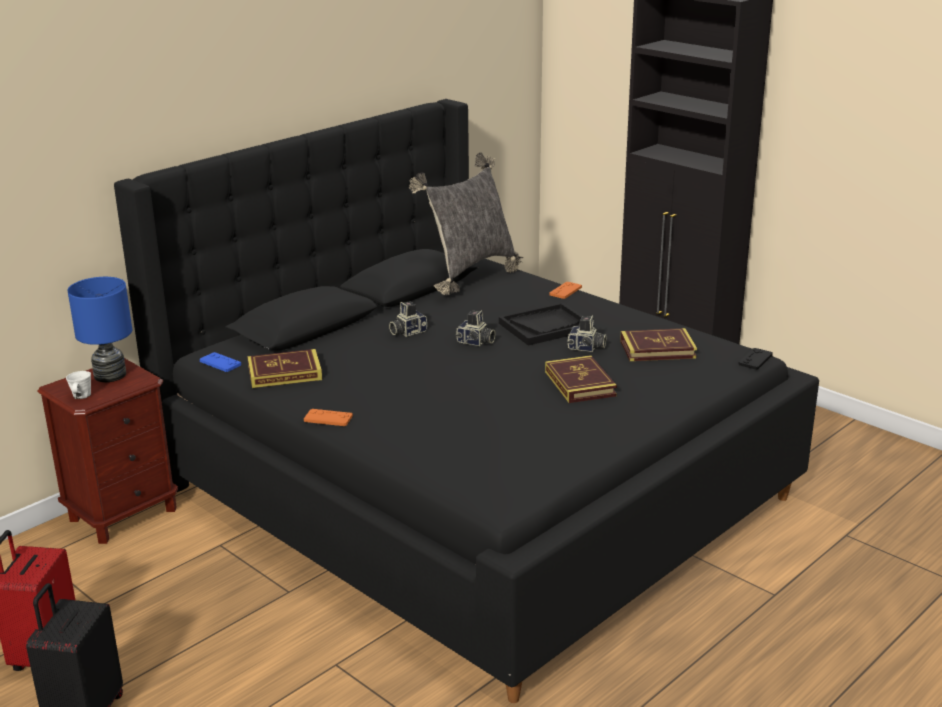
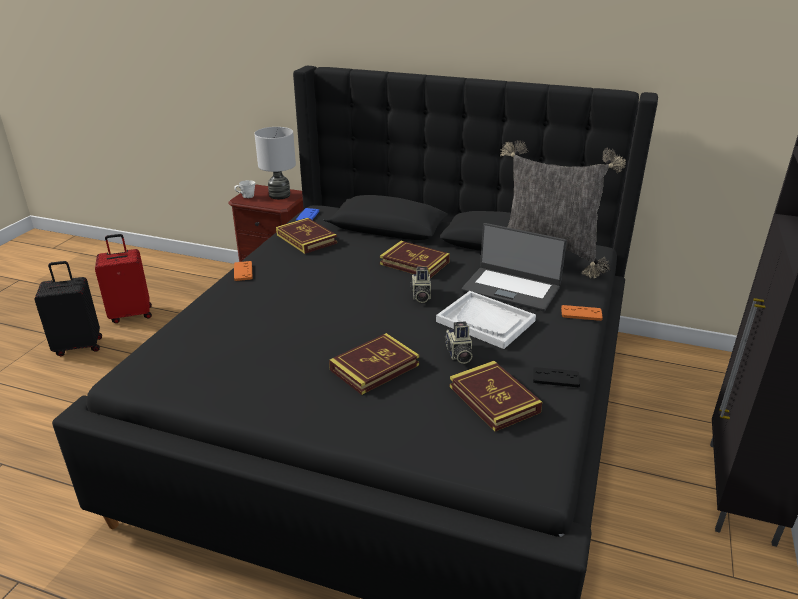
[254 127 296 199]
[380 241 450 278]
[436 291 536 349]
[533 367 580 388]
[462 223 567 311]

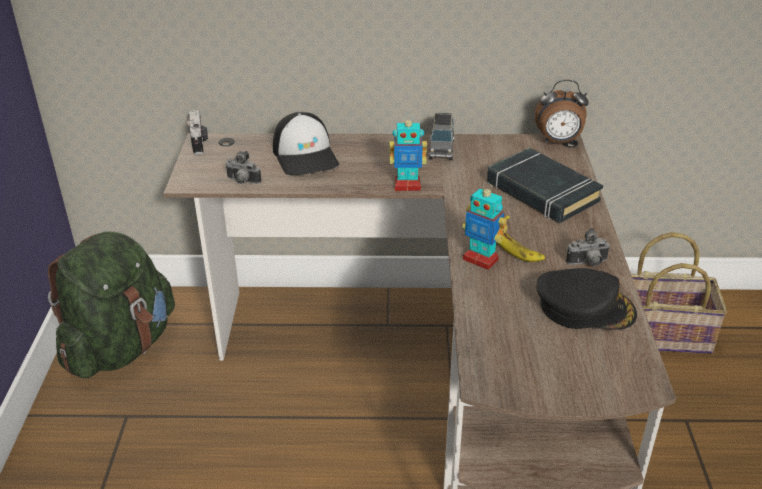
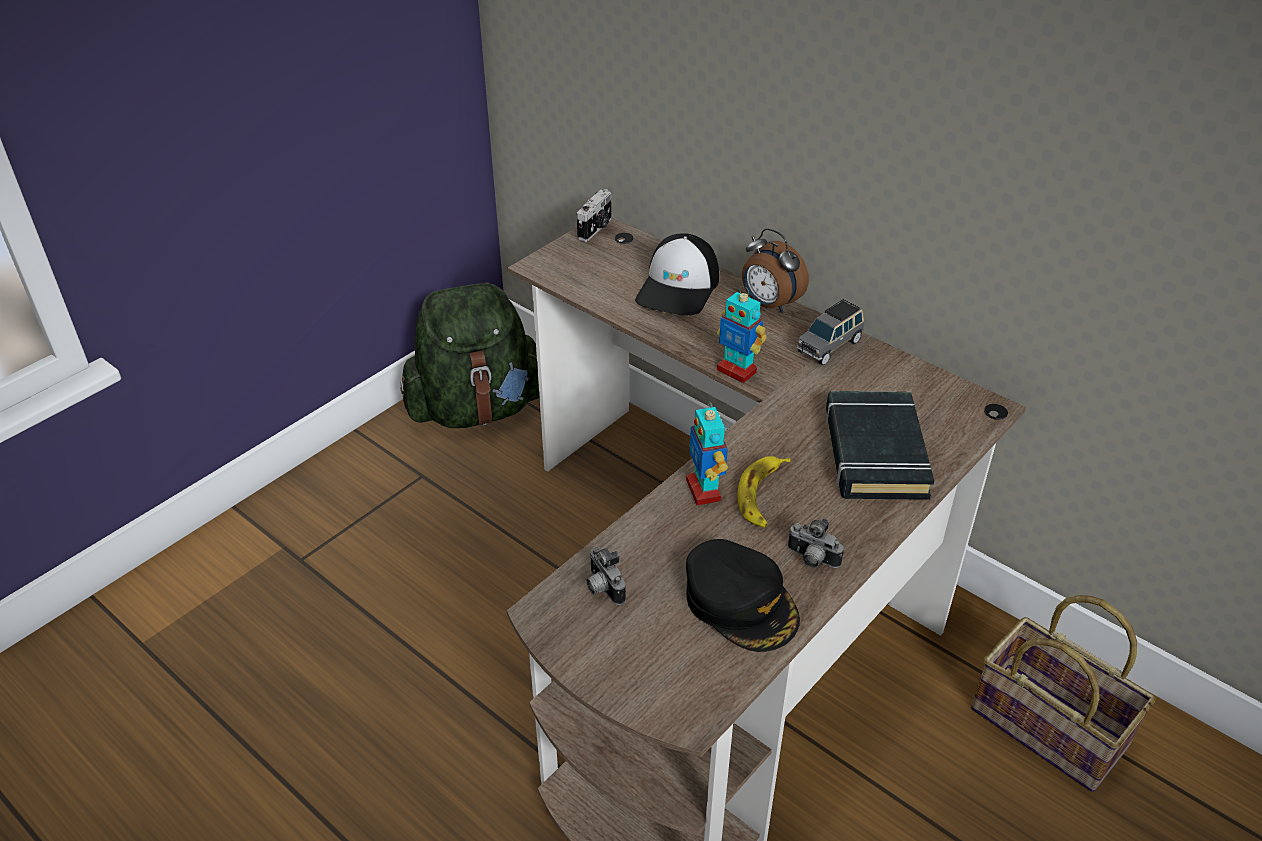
[586 546 626 605]
[742 228 809 313]

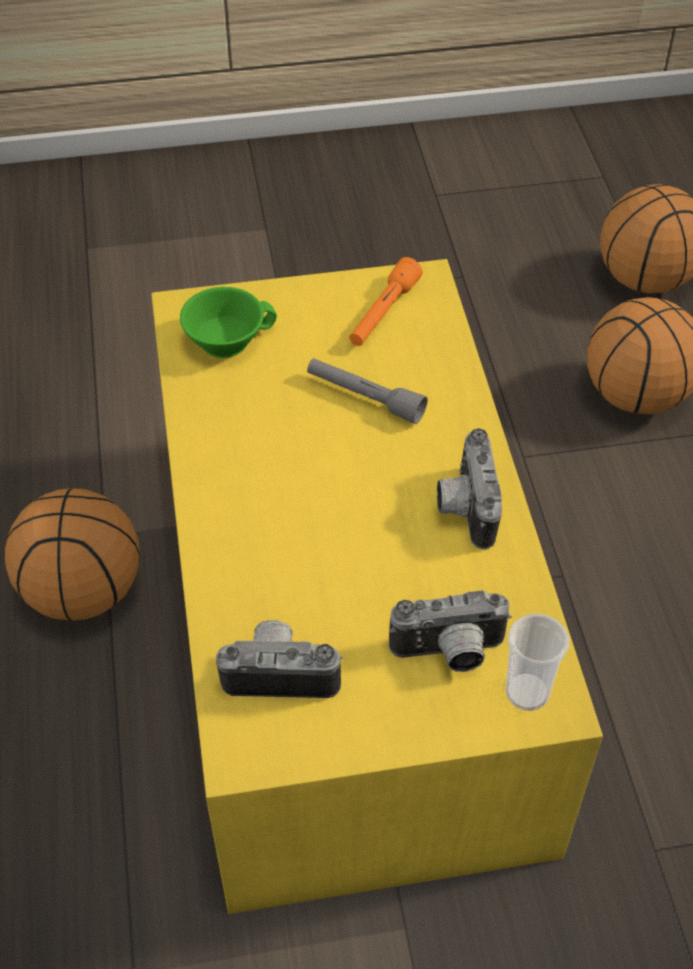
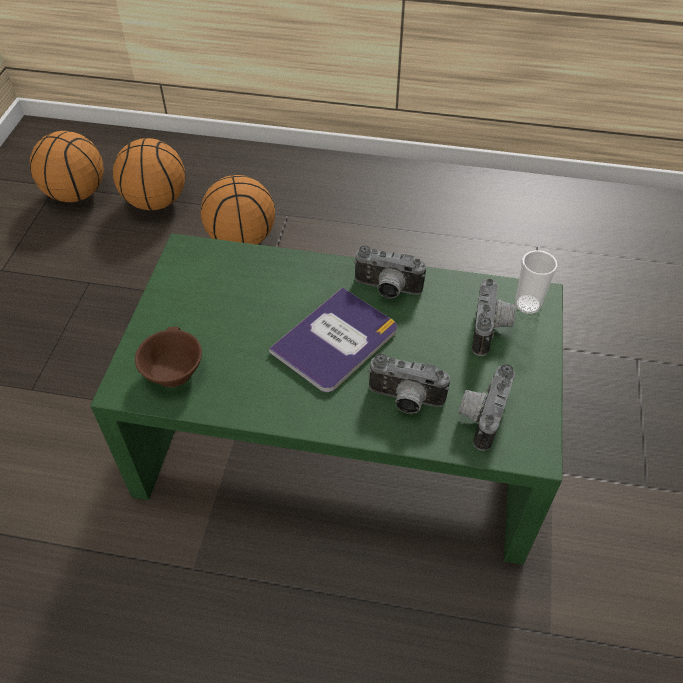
[30 131 104 202]
[90 234 563 565]
[135 327 202 387]
[307 358 428 424] (first image)
[349 257 423 346] (first image)
[269 287 397 392]
[368 353 450 414]

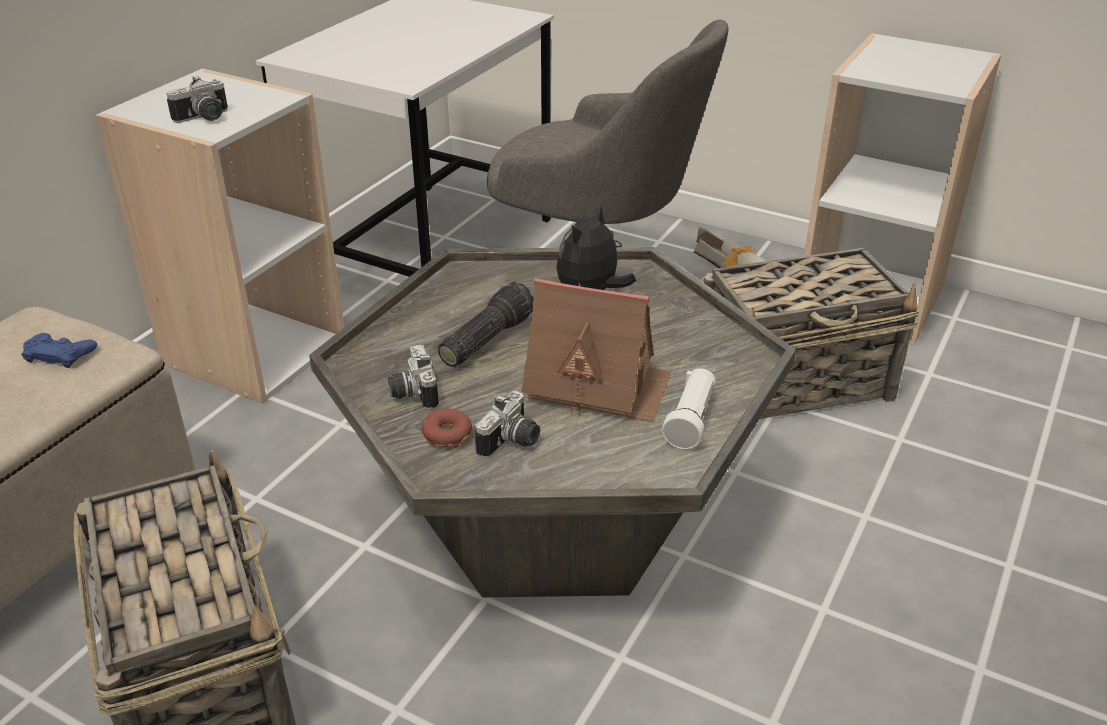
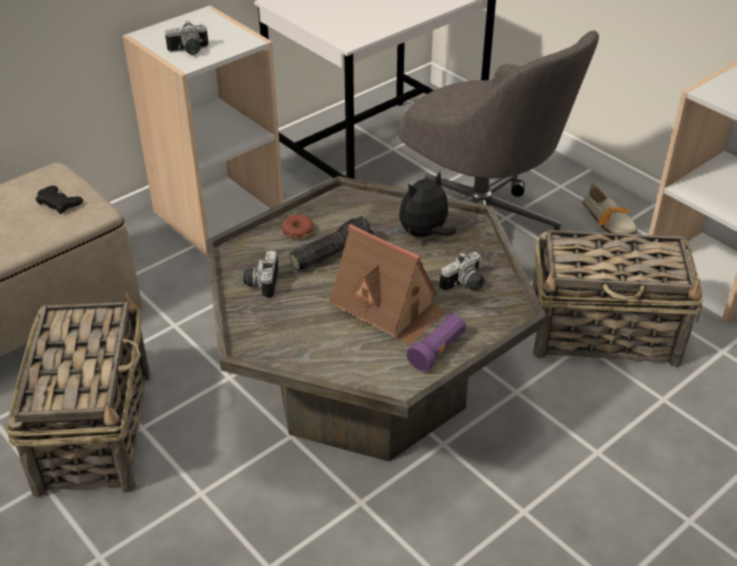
[35 186 83 214]
[282 215 314 240]
[440 252 485 292]
[406 314 466 372]

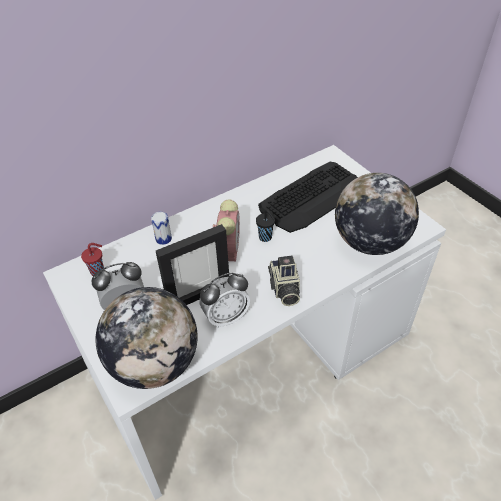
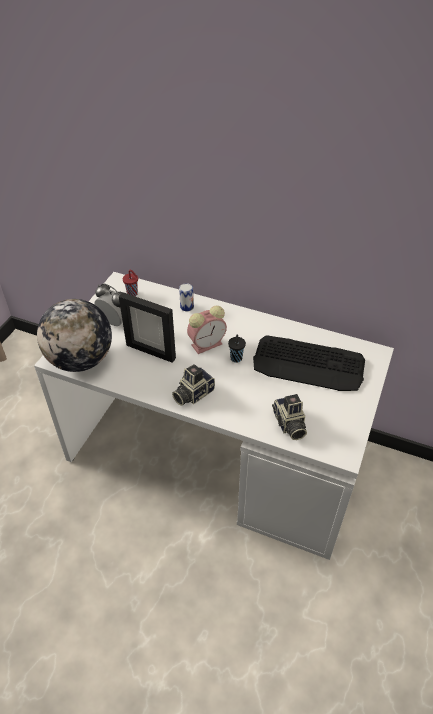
[199 273 250 328] (first image)
[272 394 307 440]

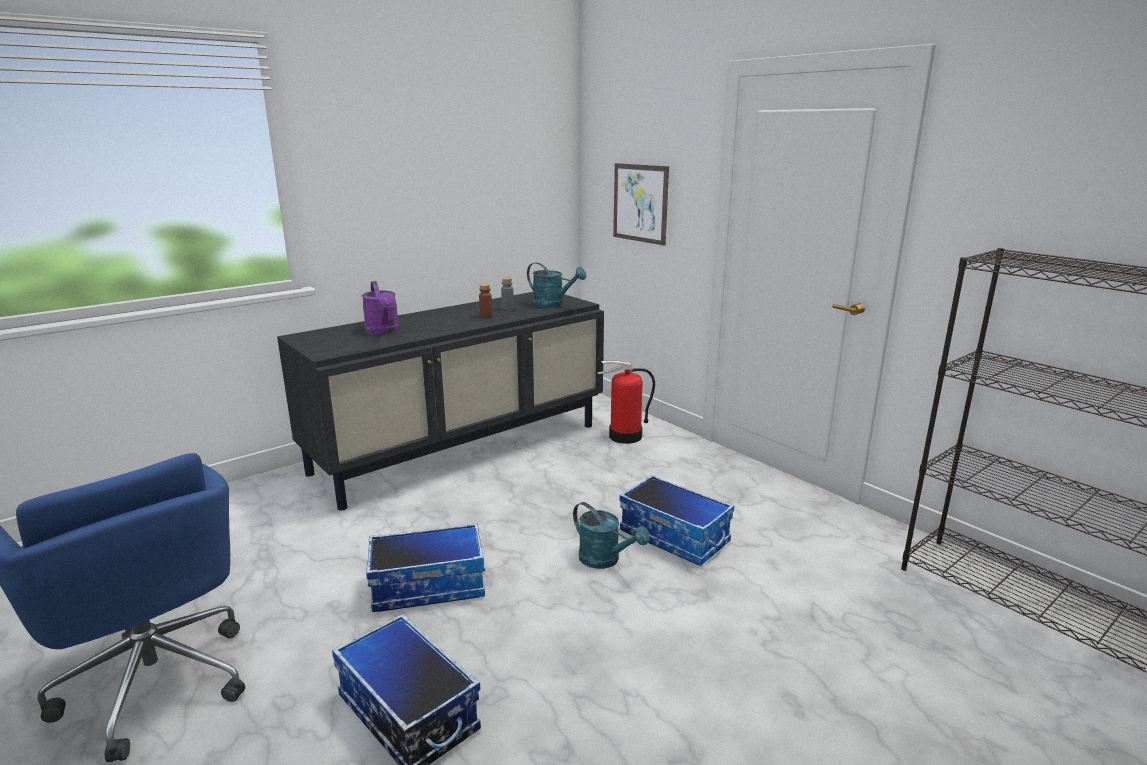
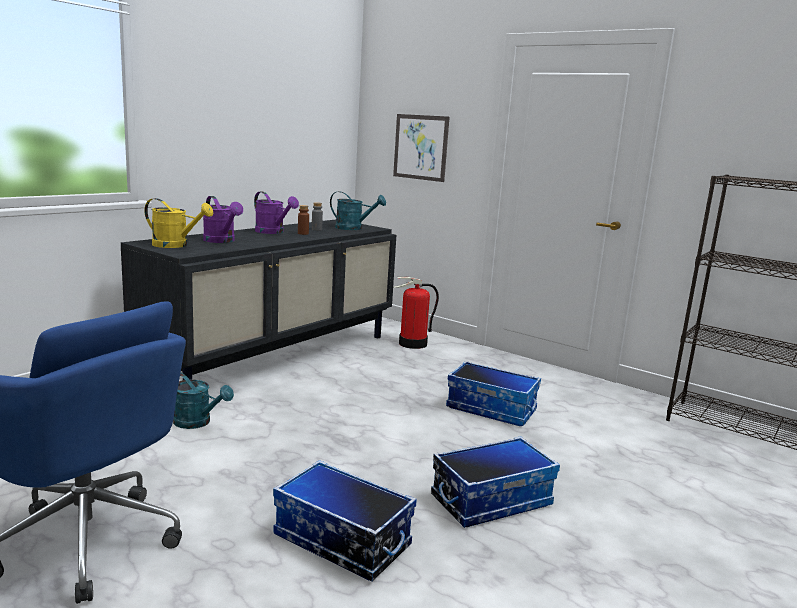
[431 436 560 528]
[173 373 234 429]
[145 198 214 248]
[254 192 299 234]

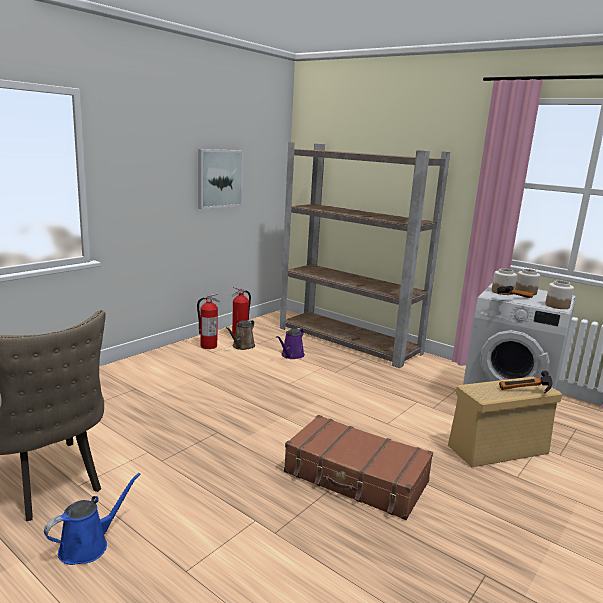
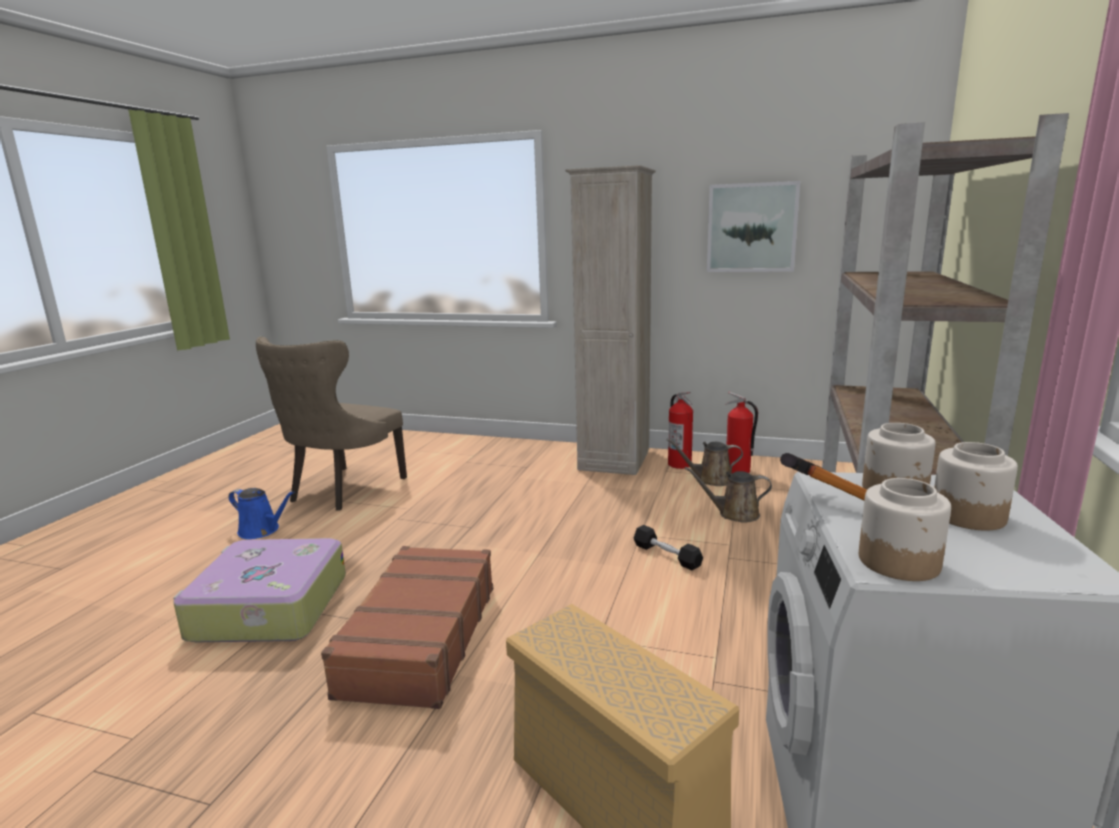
[685 467 772 522]
[499 371 552 393] (first image)
[173 538 346 642]
[565 165 656 475]
[633 525 703 570]

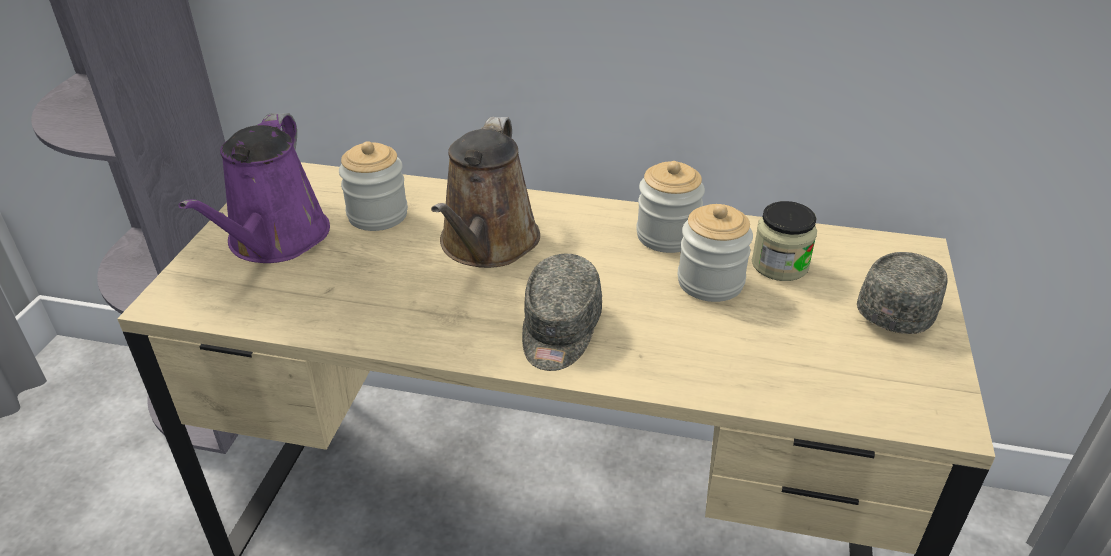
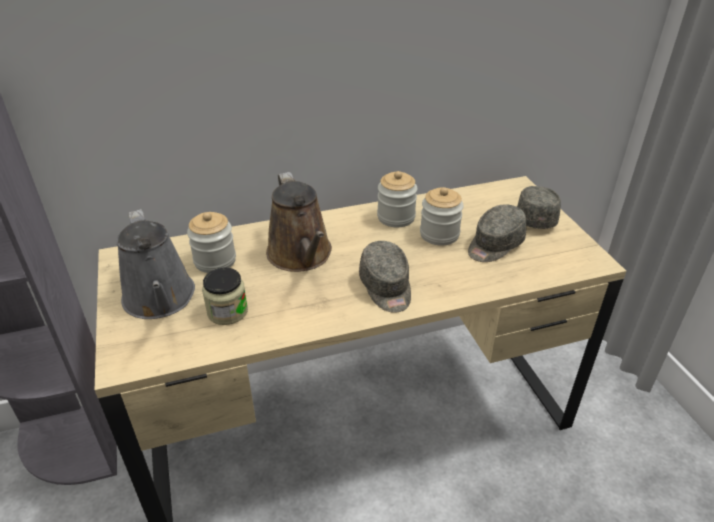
[116 209 195 319]
[202 268 248 325]
[468 204 527 262]

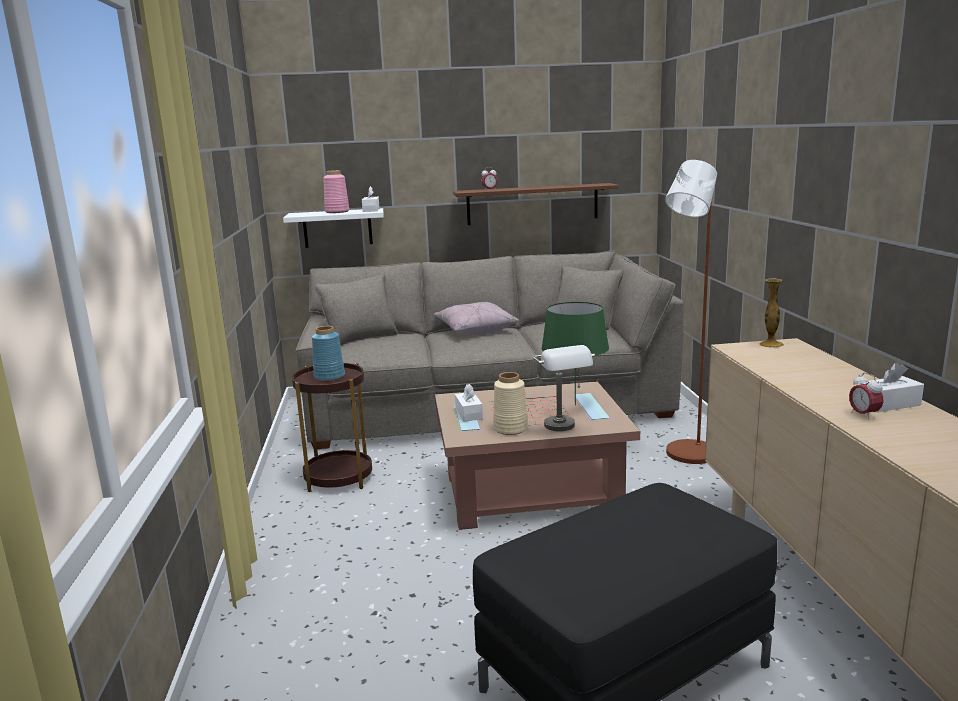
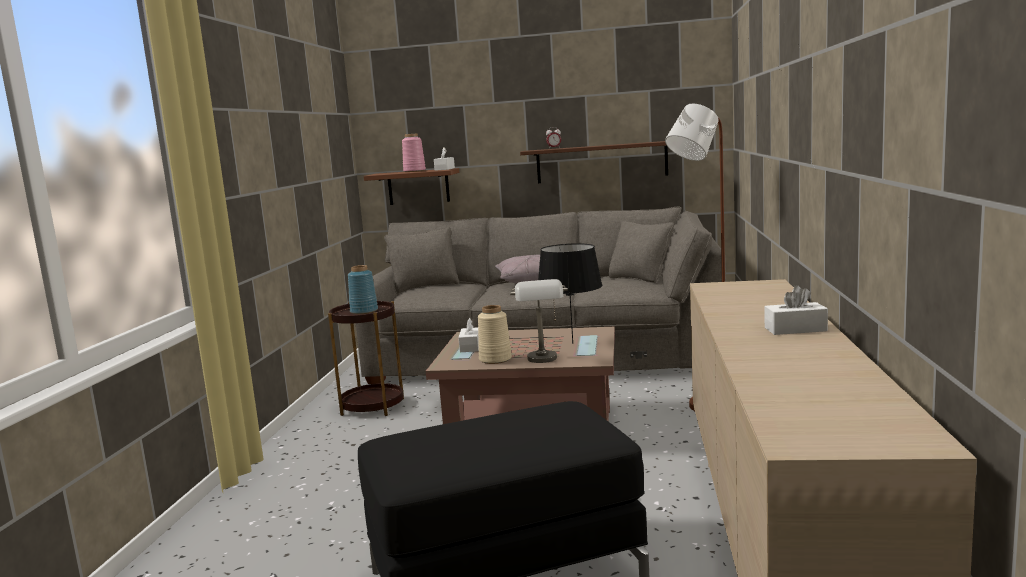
[364 168 459 205]
[538 243 602 344]
[759 278 784 348] (first image)
[849 373 884 420] (first image)

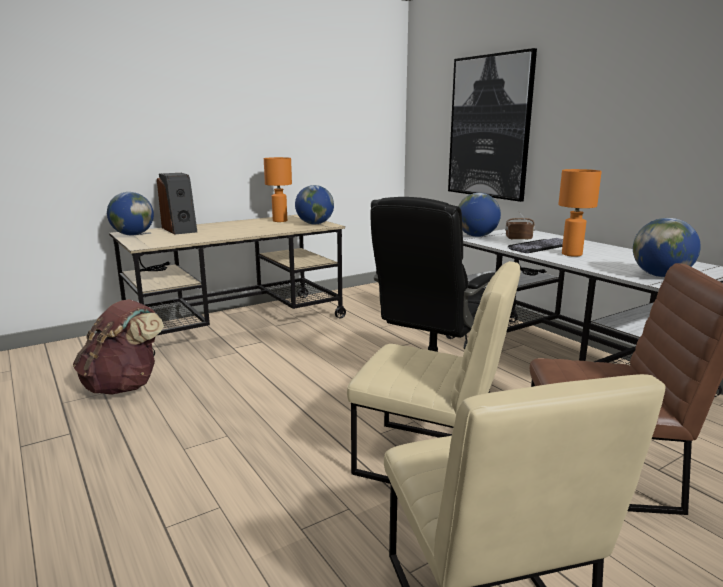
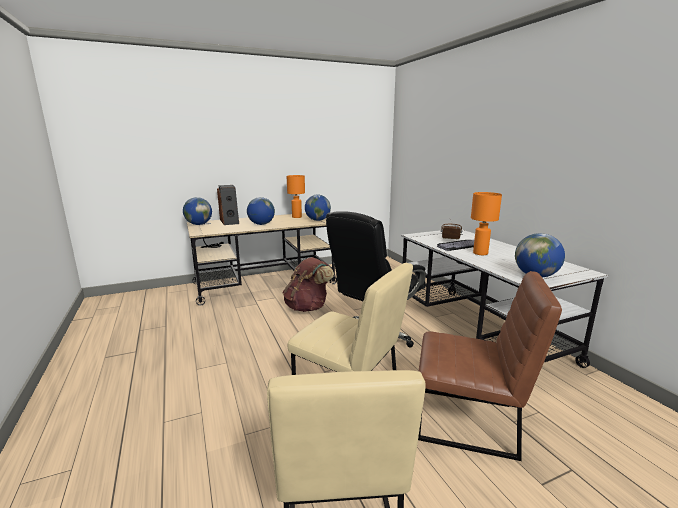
[283 257 334 312]
[448 48 537 202] (first image)
[247 197 275 225]

